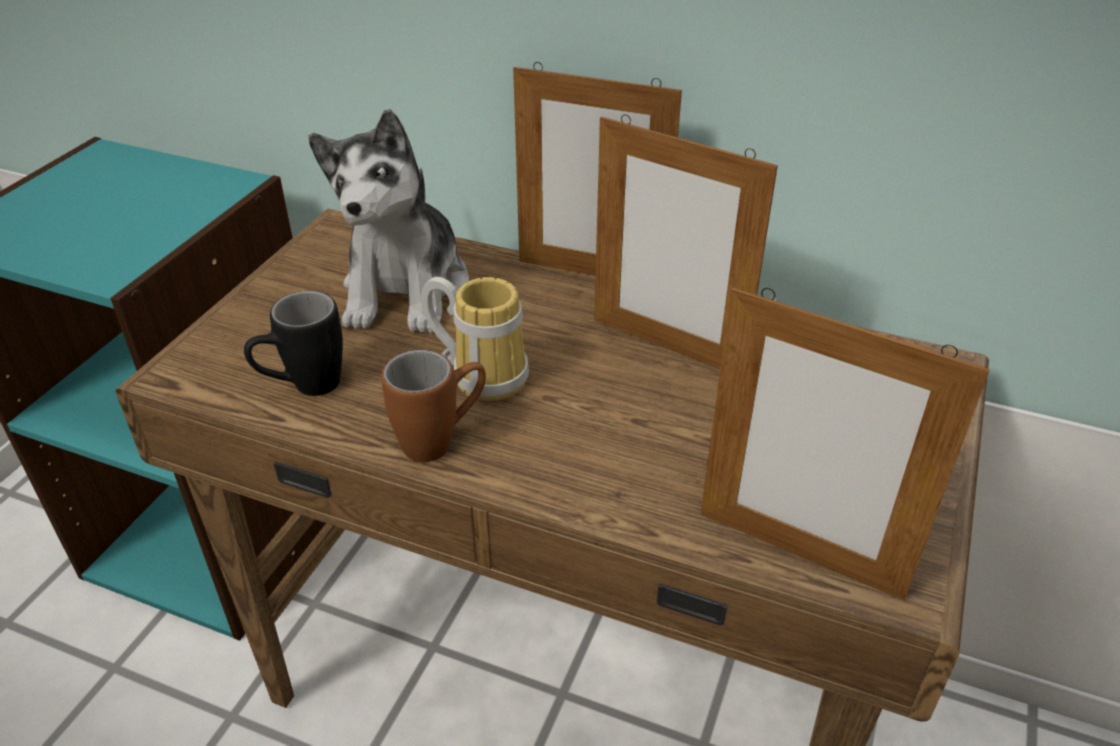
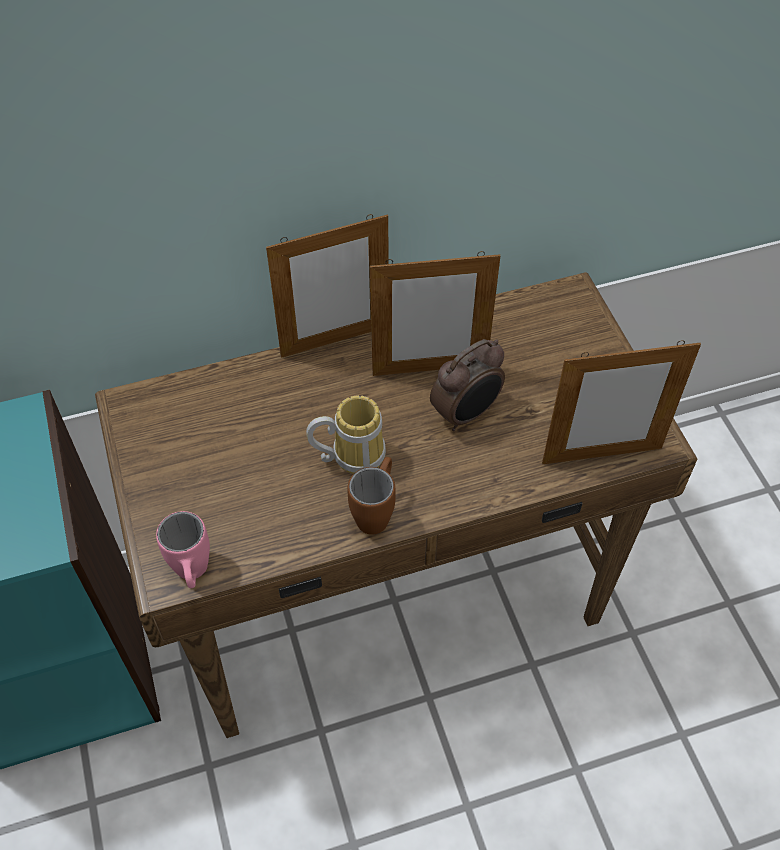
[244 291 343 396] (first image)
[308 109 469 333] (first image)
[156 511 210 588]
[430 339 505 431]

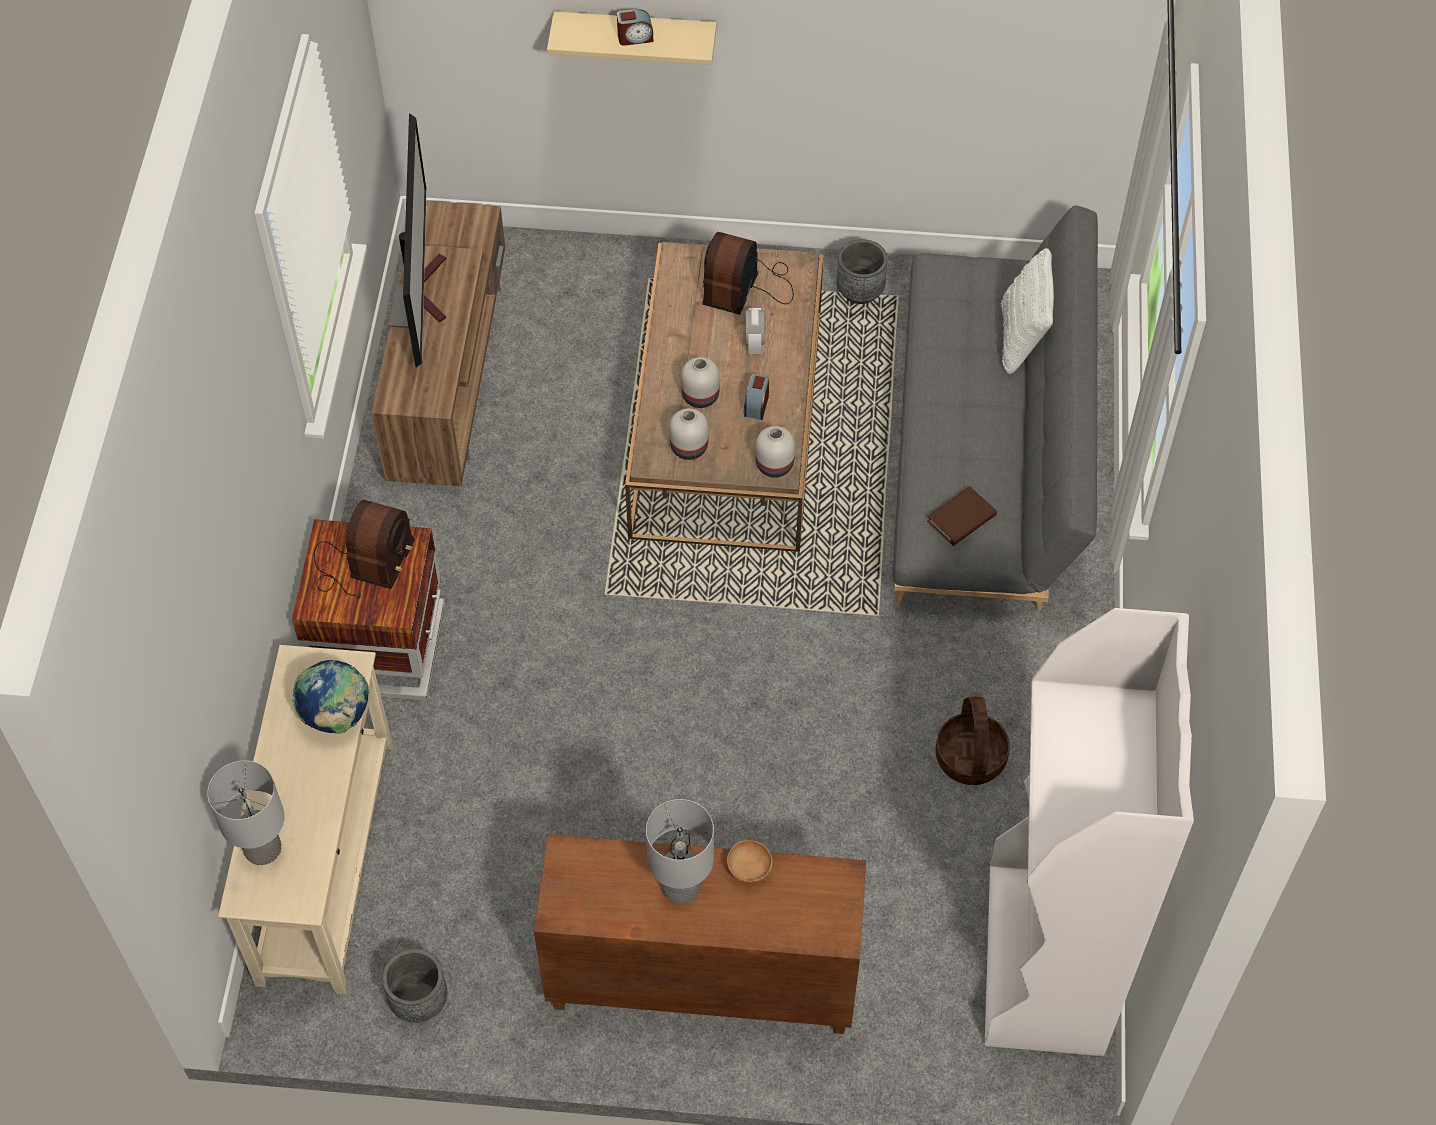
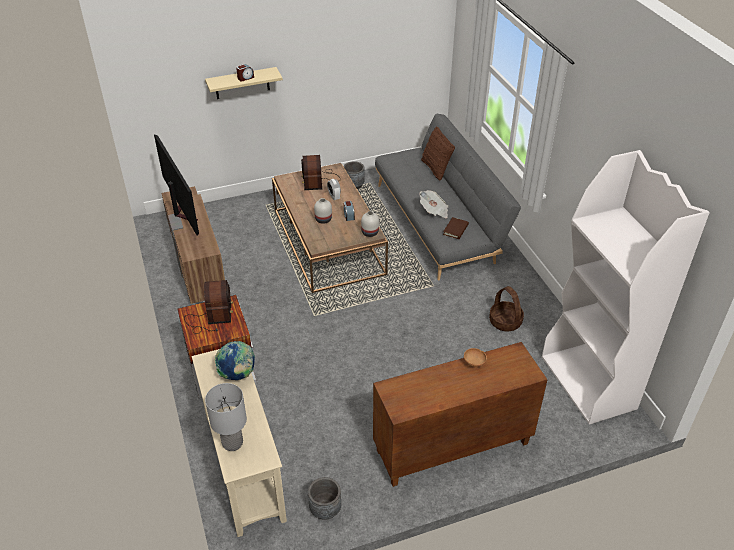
[646 799 714 905] (first image)
[669 408 708 460] (first image)
[421 126 455 181]
[419 190 448 218]

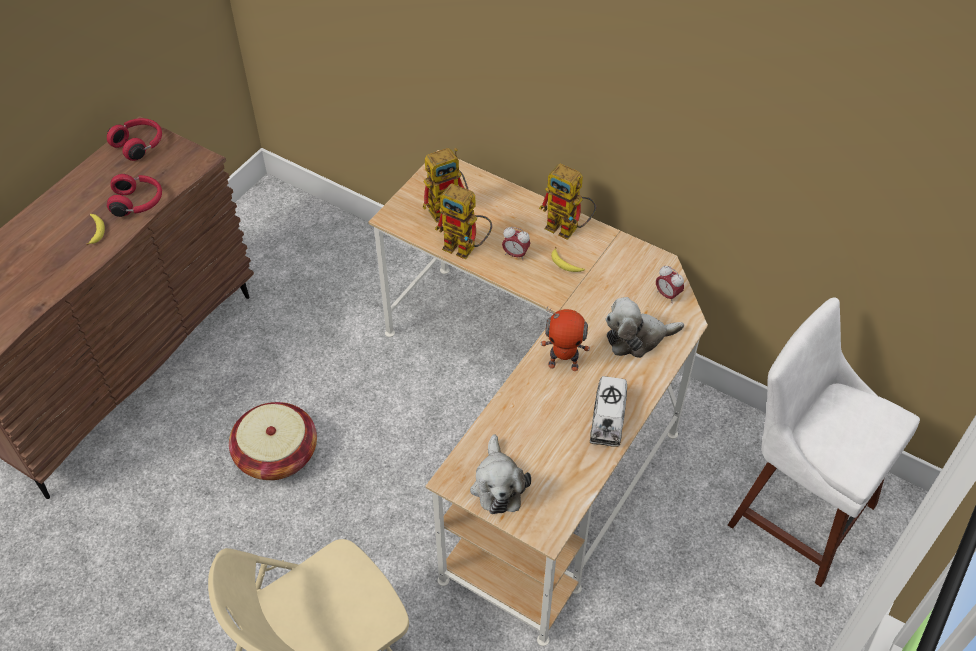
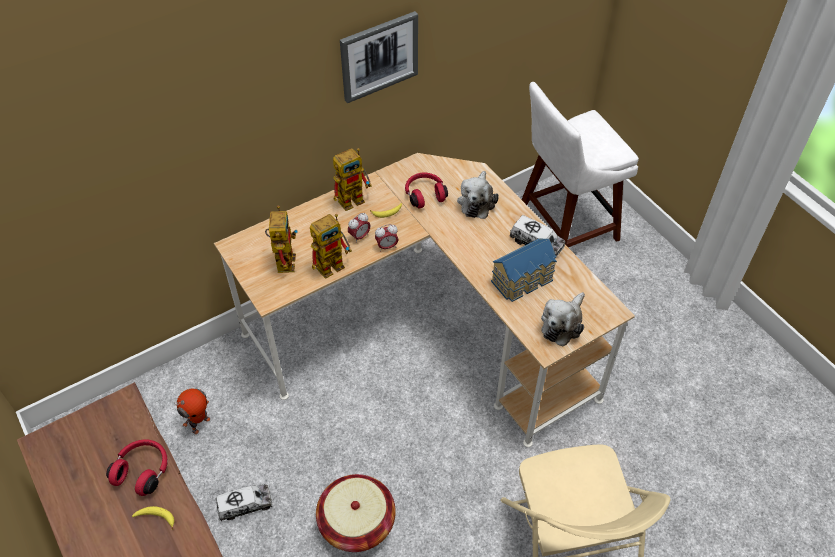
[405 173 448 208]
[541 292 585 347]
[174 389 210 434]
[375 224 399 250]
[216 484 273 521]
[340 11 418 103]
[491 239 557 302]

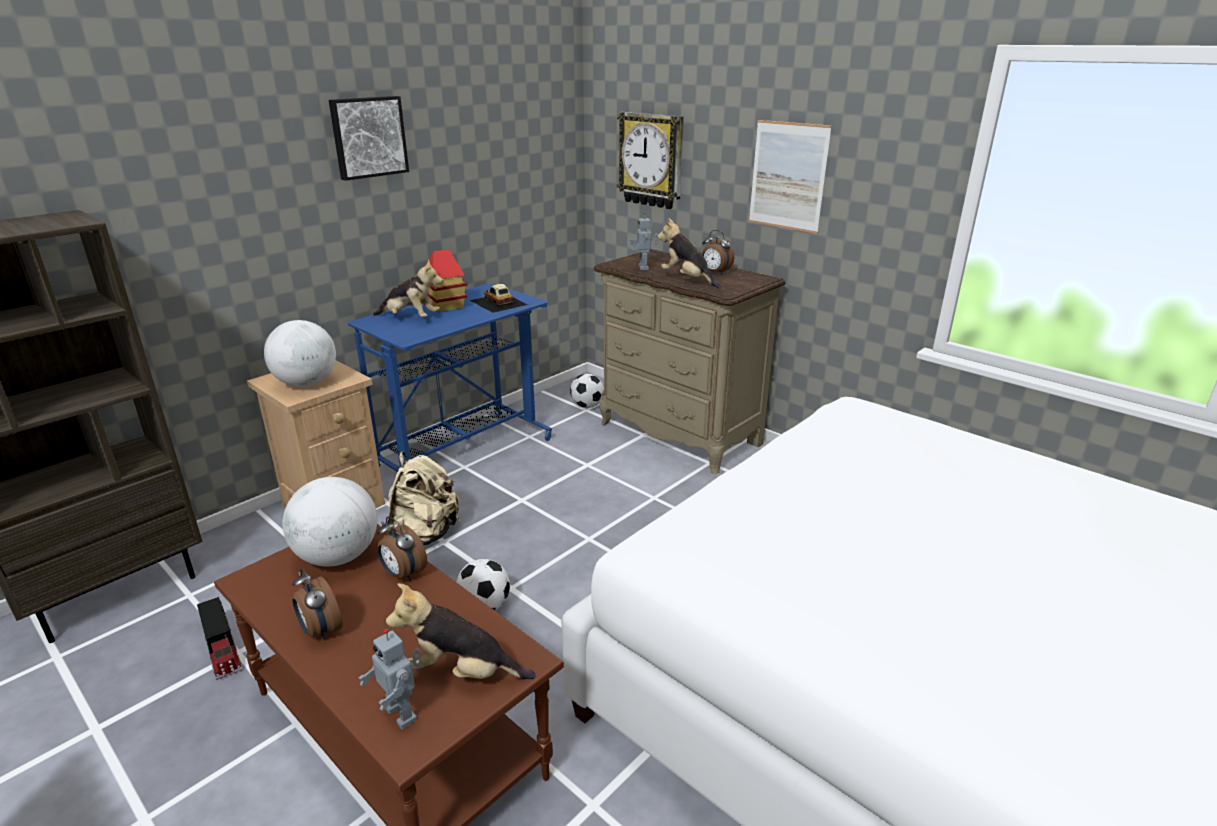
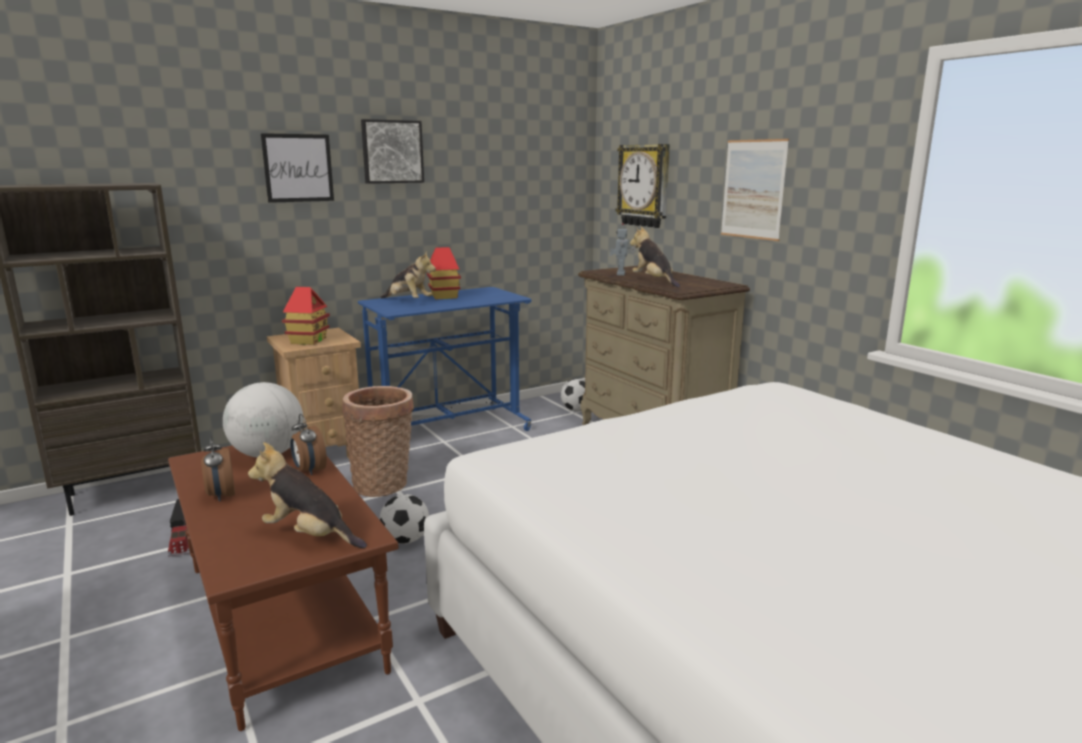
[282 287 330 345]
[359 629 422 729] (first image)
[342 386 414 497]
[470 284 528 313] (first image)
[701 230 734 274] (first image)
[261 133 334 203]

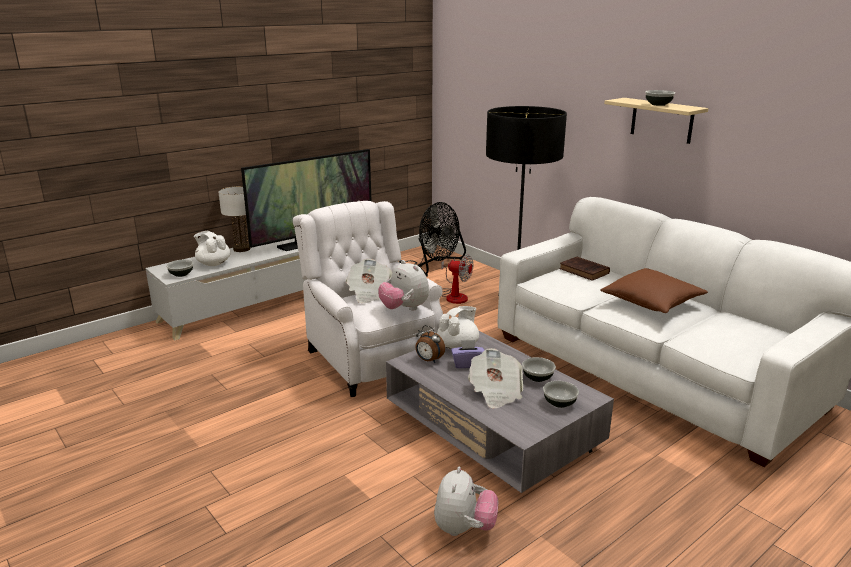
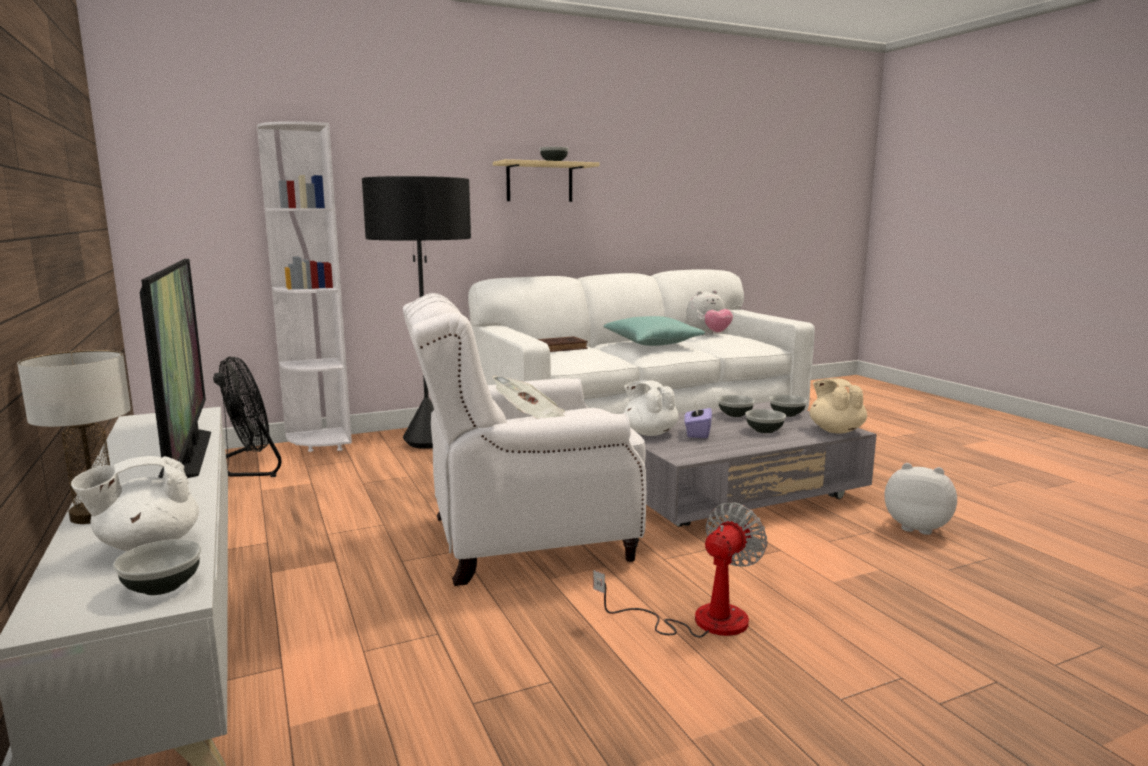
[686 290 733 335]
[415 325 445 363] (first image)
[593 503 767 638]
[745 409 786 433]
[603 316 705 346]
[257 121 352 452]
[809 378 867 434]

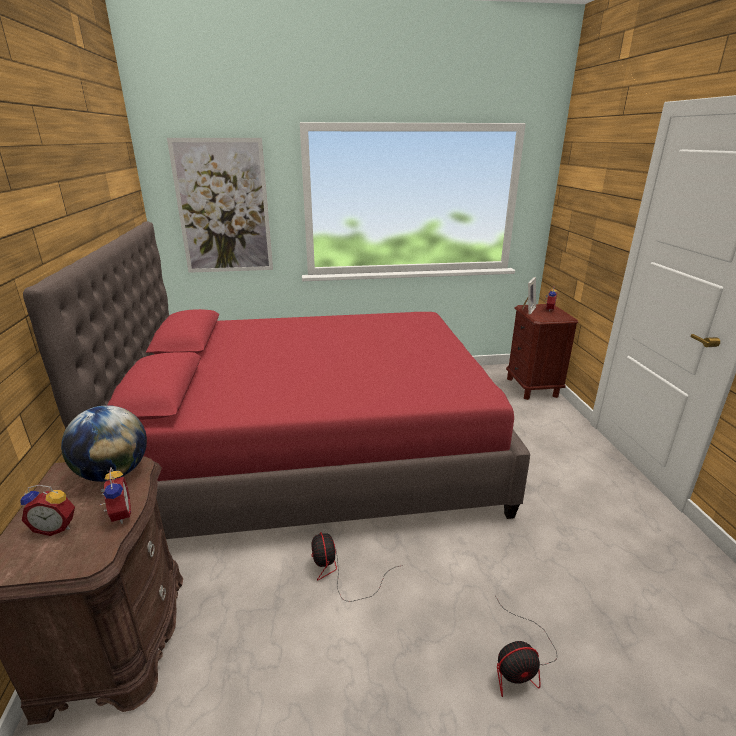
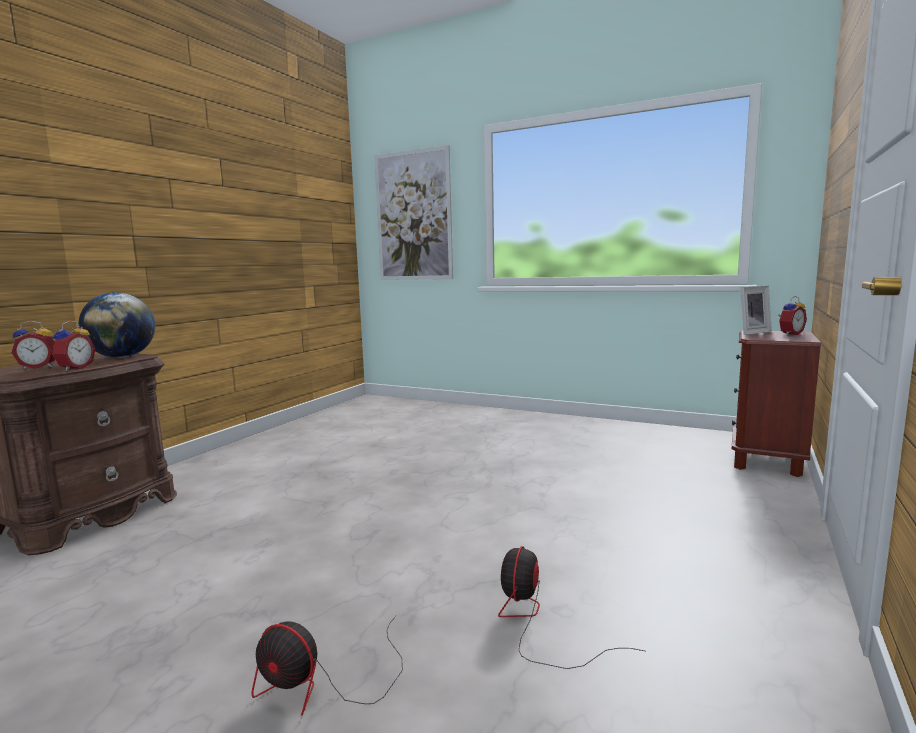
[11 320 55 369]
[23 221 530 539] (first image)
[498 546 644 669]

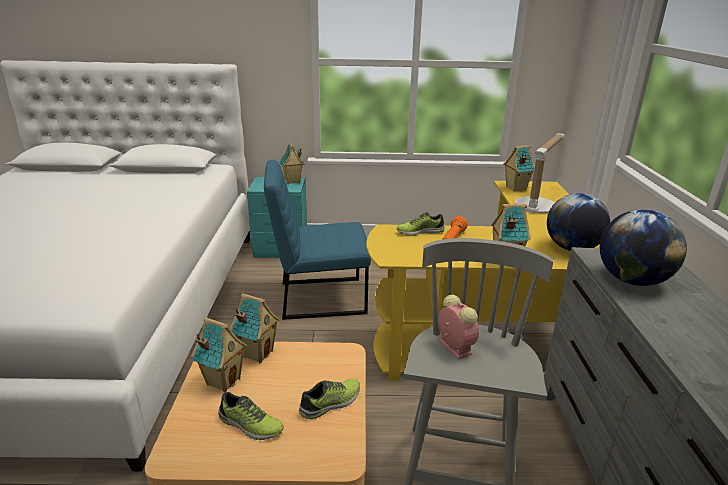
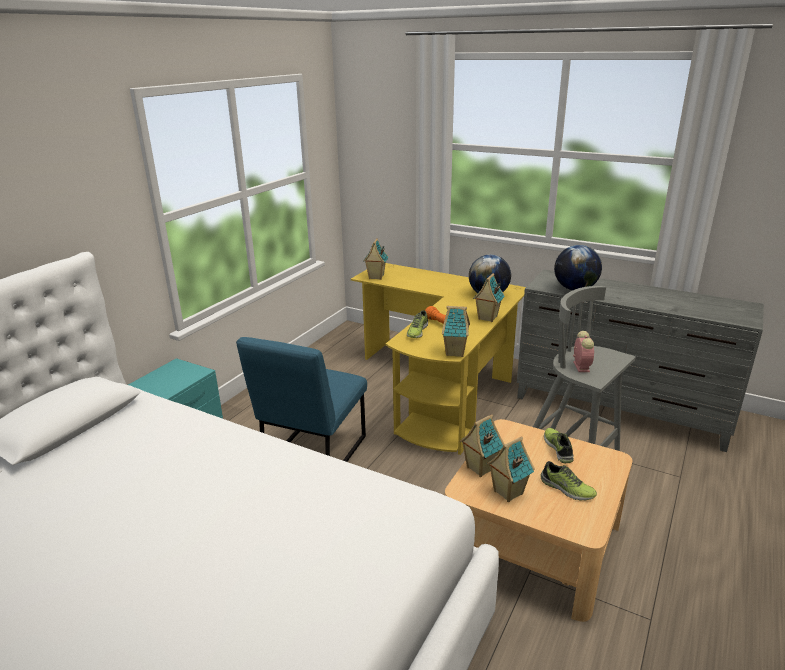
[540 461 597 501]
[442 306 470 357]
[573 331 594 372]
[515 133 565 213] (first image)

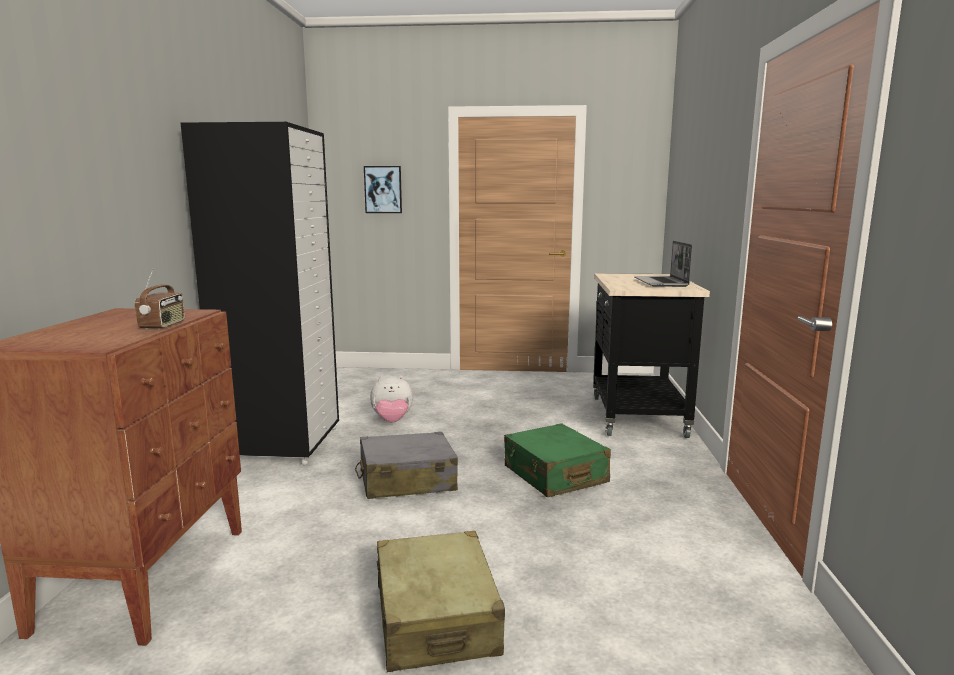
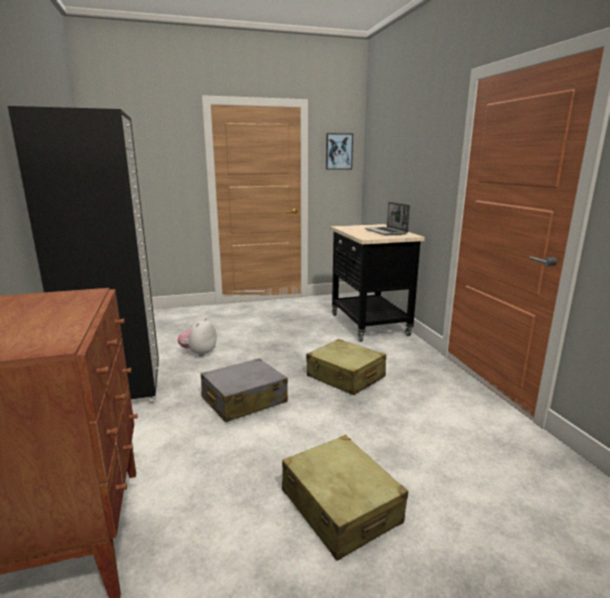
[135 269 185 330] (first image)
[326 133 353 170]
[178 318 217 357]
[306 339 386 395]

